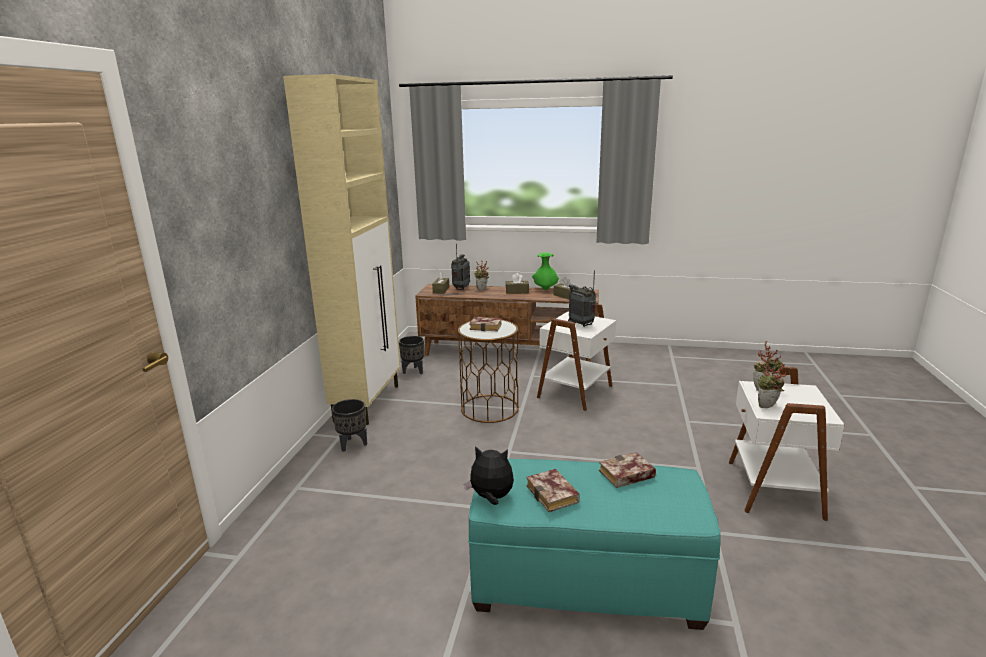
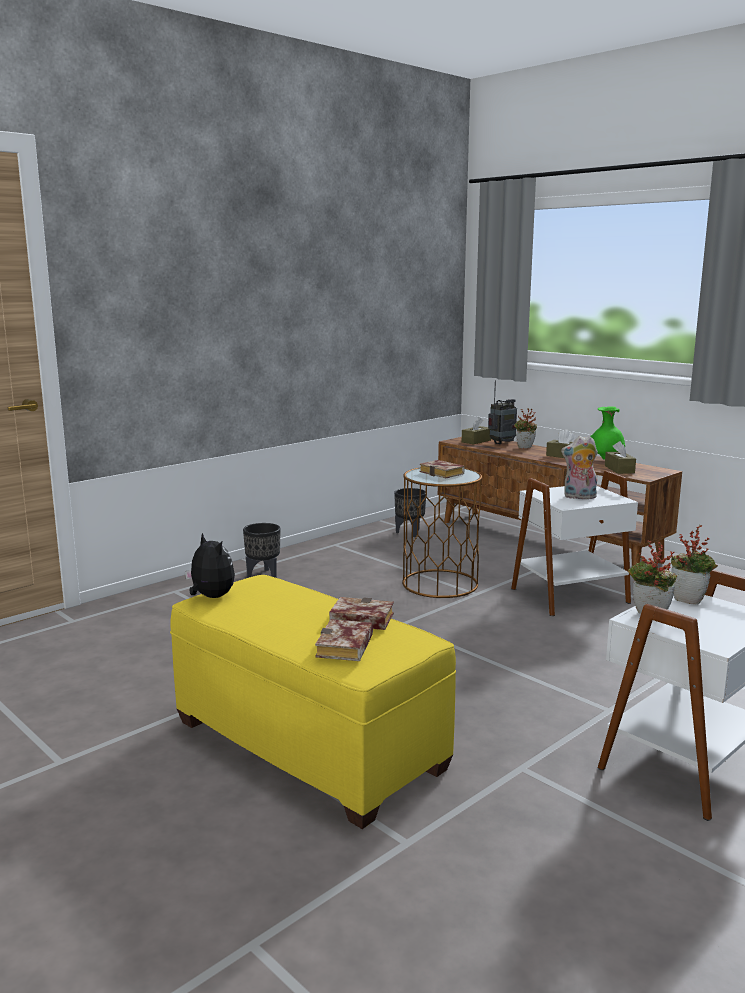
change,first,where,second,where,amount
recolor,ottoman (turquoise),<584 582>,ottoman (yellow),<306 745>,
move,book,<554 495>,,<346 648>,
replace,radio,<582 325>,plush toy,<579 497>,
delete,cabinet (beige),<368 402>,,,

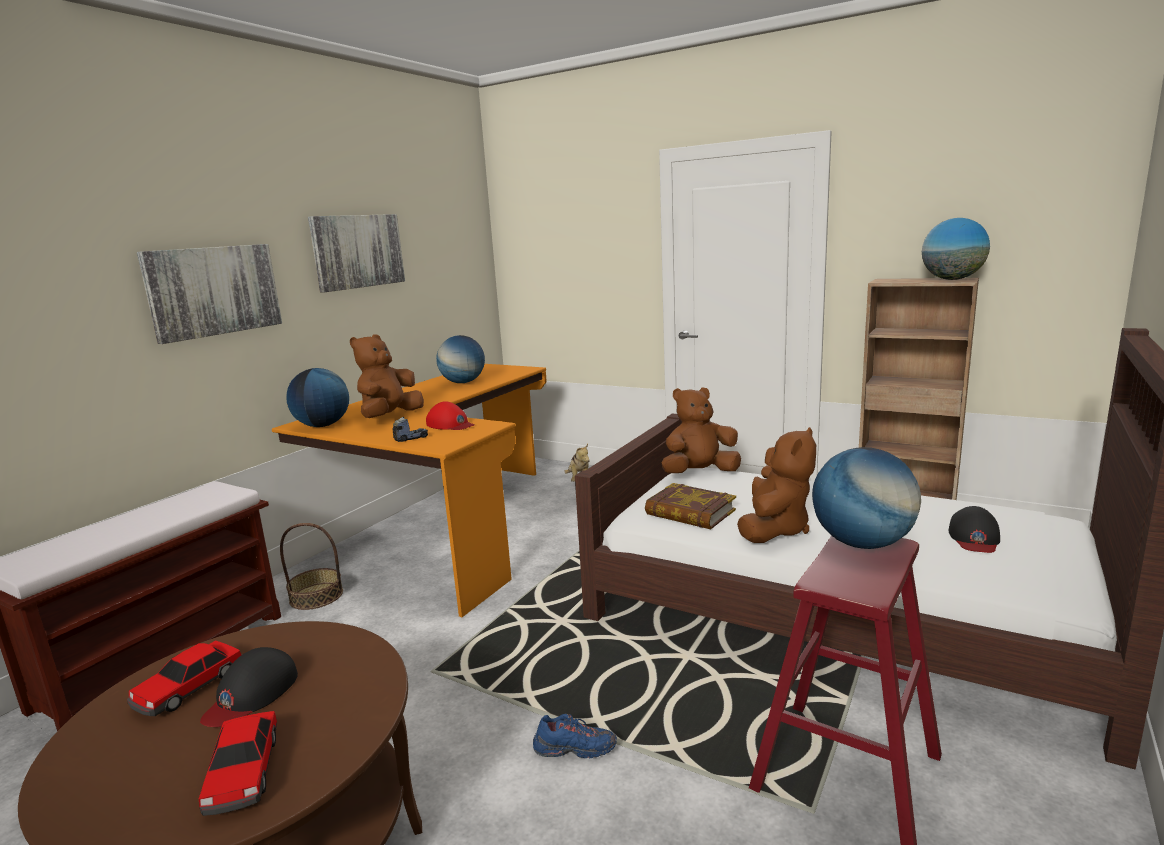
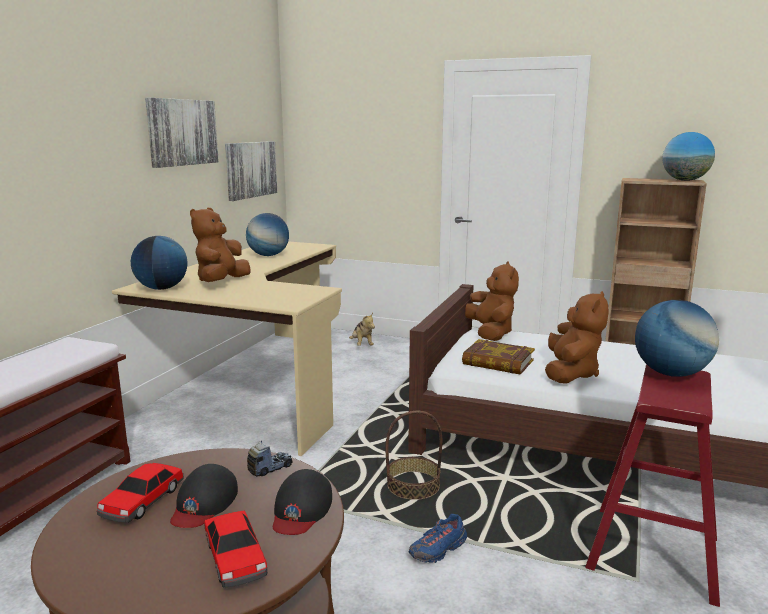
change,first,where,second,where,amount
recolor,desk (orange),<445 529>,desk (beige),<256 386>,
move,picture,<213 291>,,<250 169>,
move,toy truck,<411 438>,,<270 468>,
move,cap (black),<974 537>,,<301 509>,
move,basket,<316 596>,,<413 486>,
rotate,shoe (blue),<575 749>,,<438 550>,150 degrees clockwise
rotate,plush toy (brown),<699 473>,,<490 333>,105 degrees clockwise
delete,cap (red),<450 424>,,,

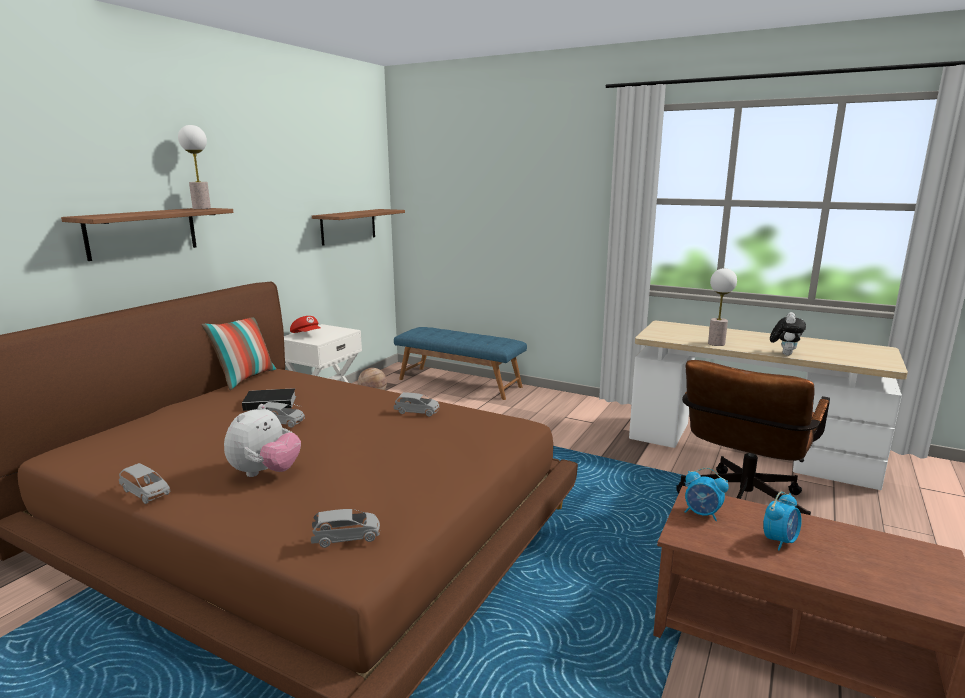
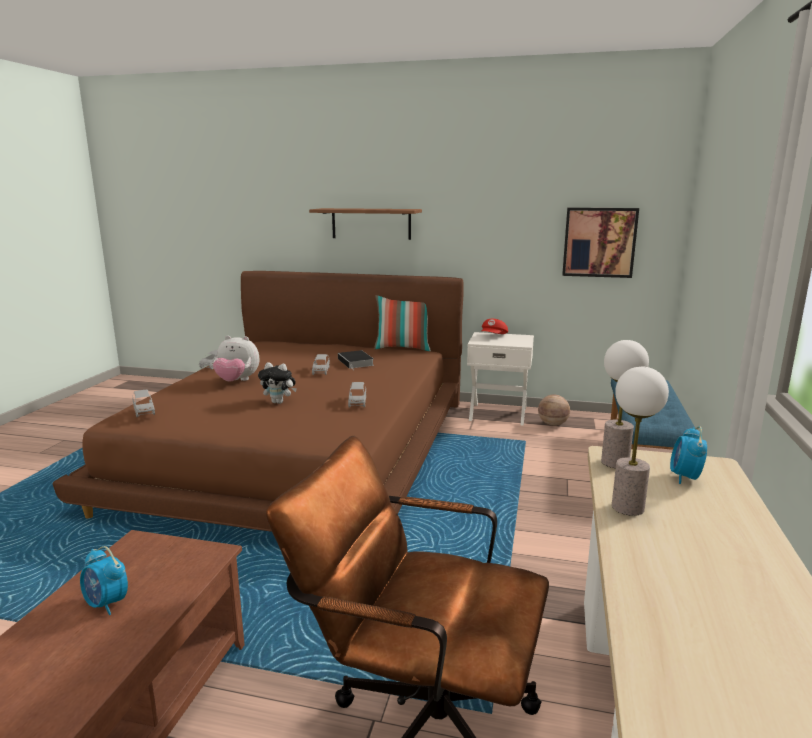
change,first,where,second,where,amount
move,plush toy,<784 354>,,<279 402>,
replace,shelf,<348 226>,picture,<599 242>,
move,table lamp,<201 208>,,<614 462>,
move,alarm clock,<702 514>,,<685 477>,

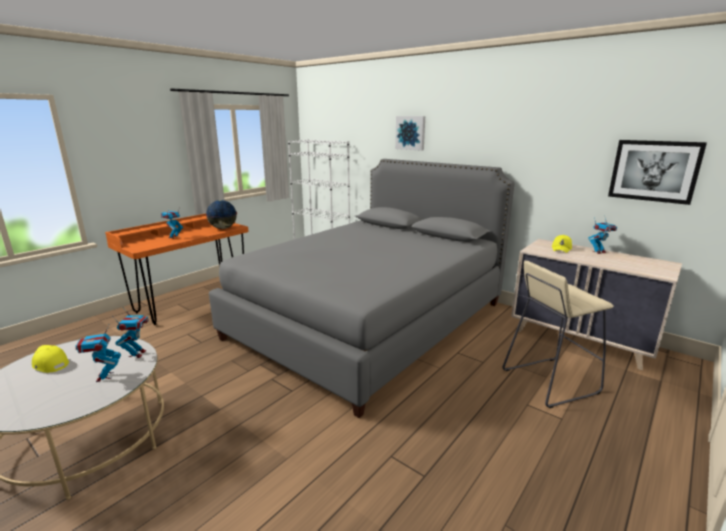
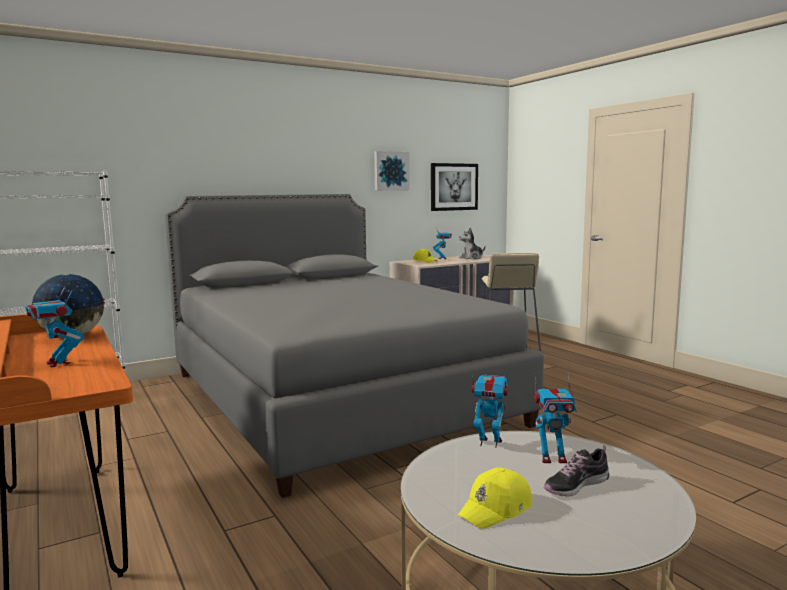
change,first,where,second,where,amount
move,picture,<410 133>,,<391 171>,
insert,,,plush toy,<471 258>,
insert,,,shoe,<575 485>,

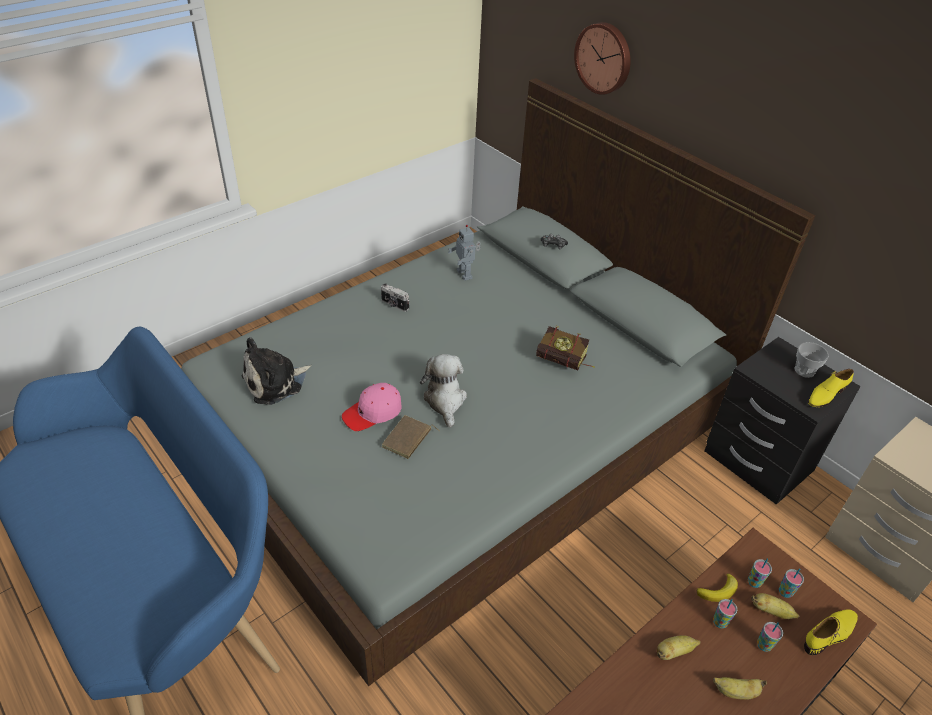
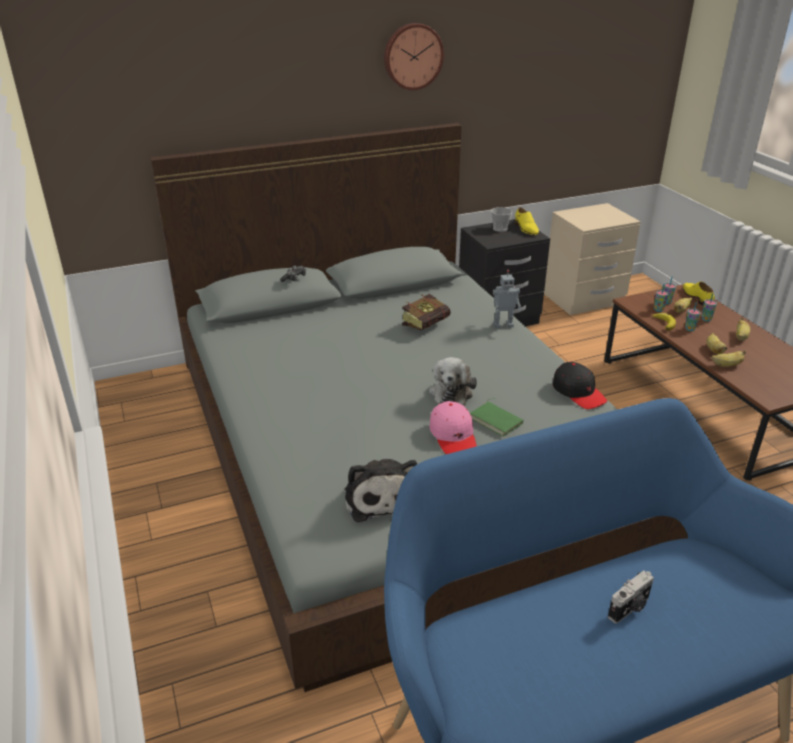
change,first,where,second,where,amount
move,wall clock,<604 58>,,<412 56>,
rotate,plush toy,<445 400>,,<451 392>,90 degrees counterclockwise
recolor,book (brown),<408 439>,book (green),<497 420>,
move,toy robot,<465 274>,,<503 325>,
insert,,,cap (black),<578 392>,
move,photo camera,<394 305>,,<630 608>,
insert,,,banana,<726 365>,

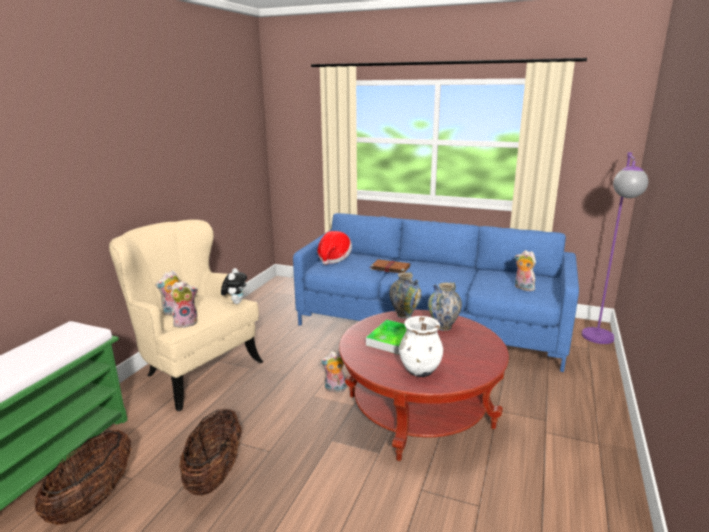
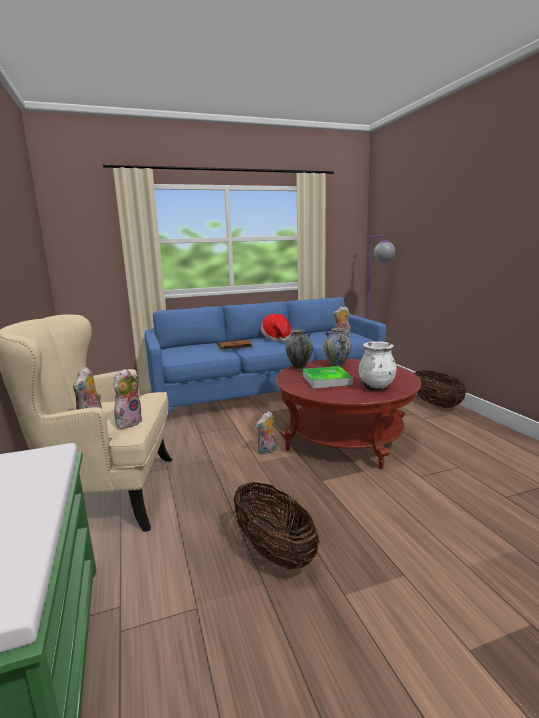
change,first,where,second,where,amount
move,hat,<334 258>,,<277 338>,
move,basket,<93 500>,,<435 404>,
delete,plush toy,<236 302>,,,

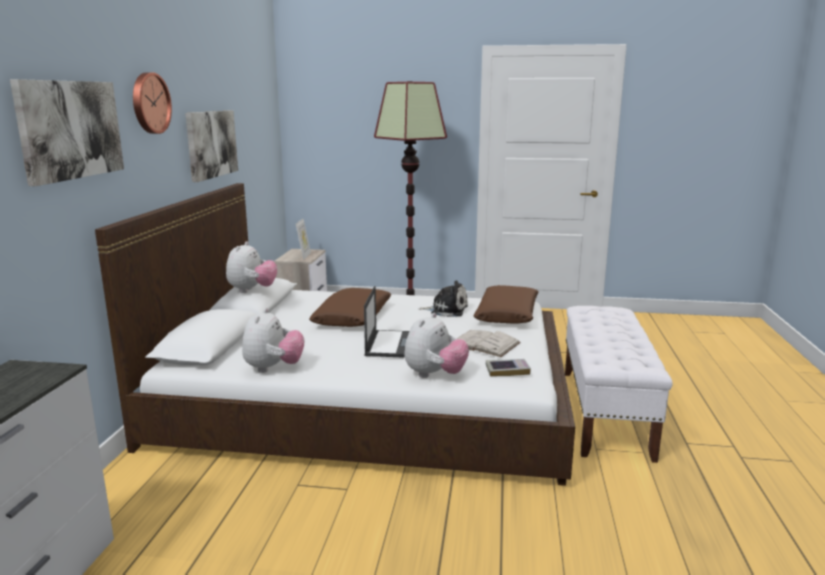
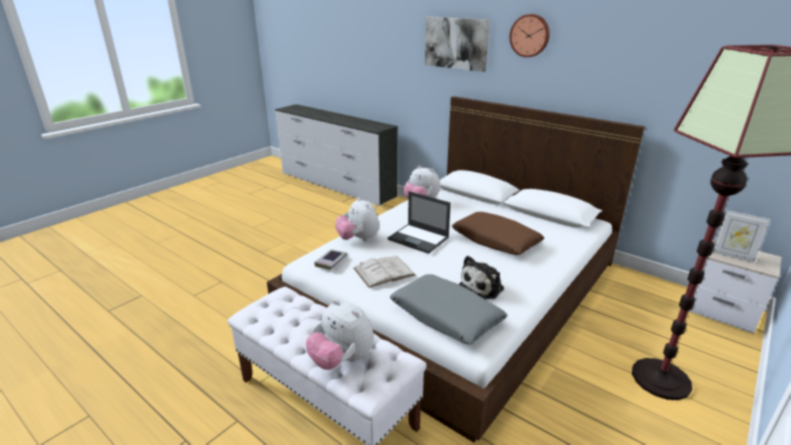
change,first,where,second,where,amount
move,plush toy,<252 290>,,<342 360>,
recolor,pillow (brown),<507 314>,pillow (grey),<446 316>,
delete,picture,<211 144>,,,

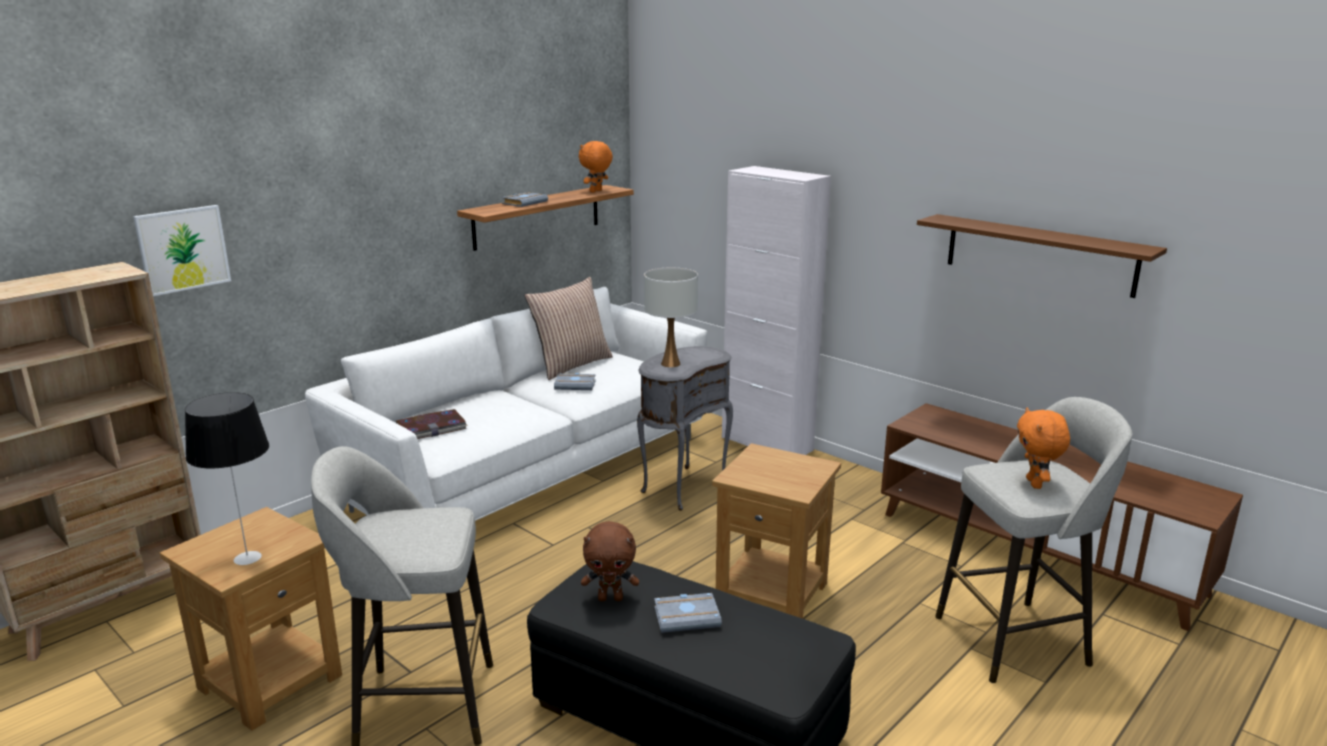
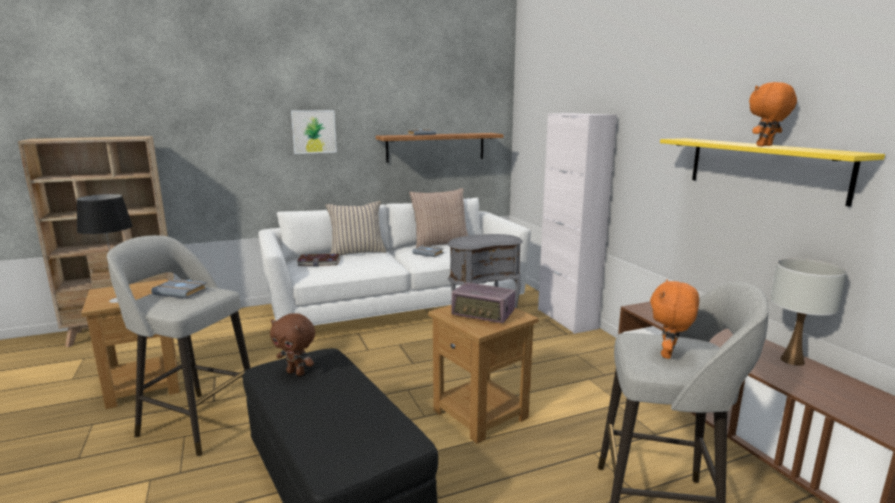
change,first,where,second,where,amount
move,book (grey),<688 616>,,<182 292>,
move,picture,<183 249>,,<314 131>,
insert,,,pillow (beige),<357 252>,
insert,,,radio,<483 314>,
recolor,shelf (brown),<1039 254>,shelf (yellow),<764 168>,
move,plush toy (orange),<596 191>,,<765 146>,
move,table lamp (white),<671 363>,,<792 360>,

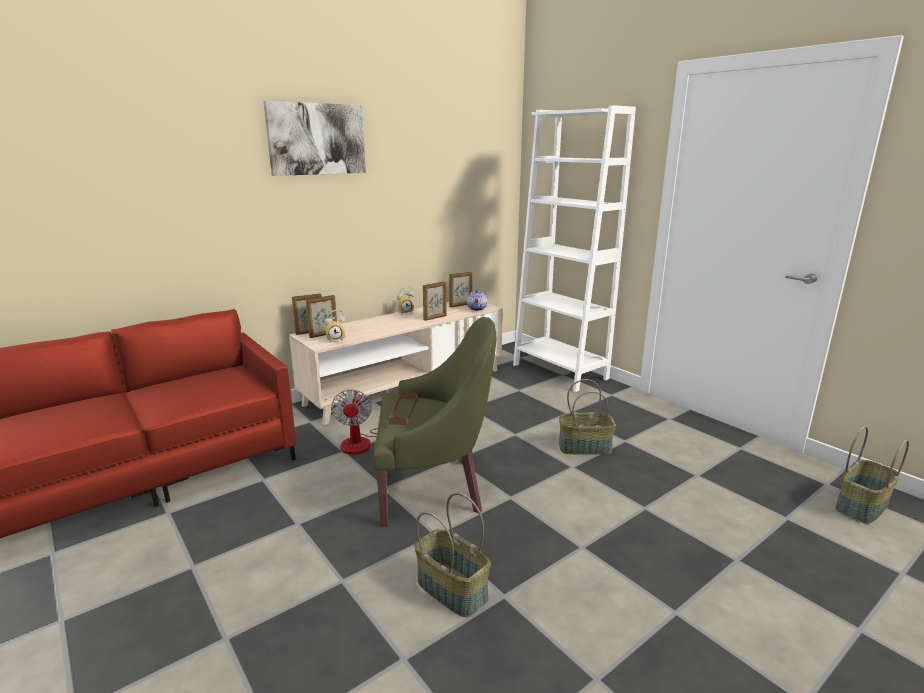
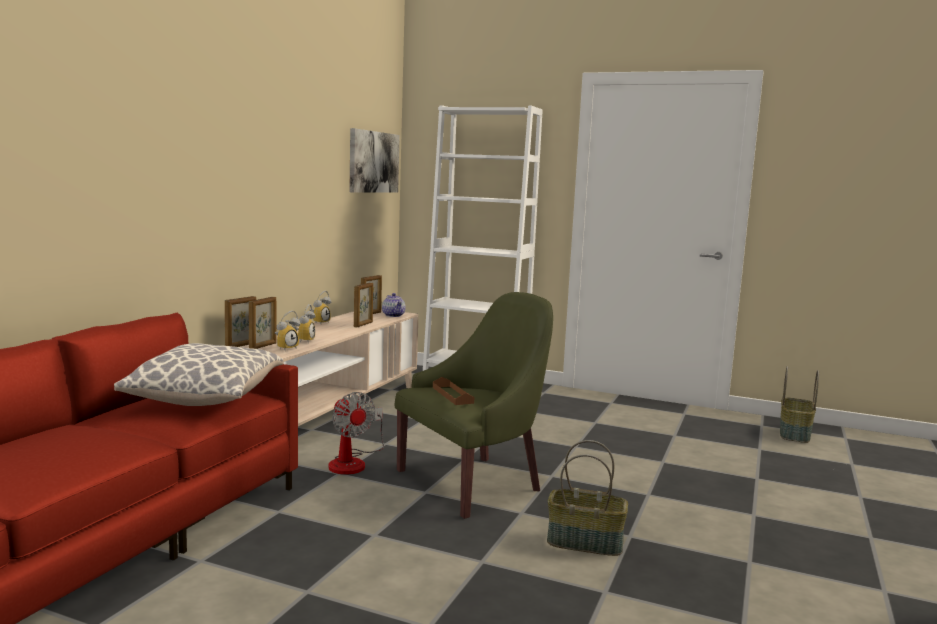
change,first,where,second,where,amount
insert,,,pillow,<205 399>,
insert,,,alarm clock,<303 340>,
move,picture,<316 139>,,<373 162>,
delete,basket,<585 447>,,,

